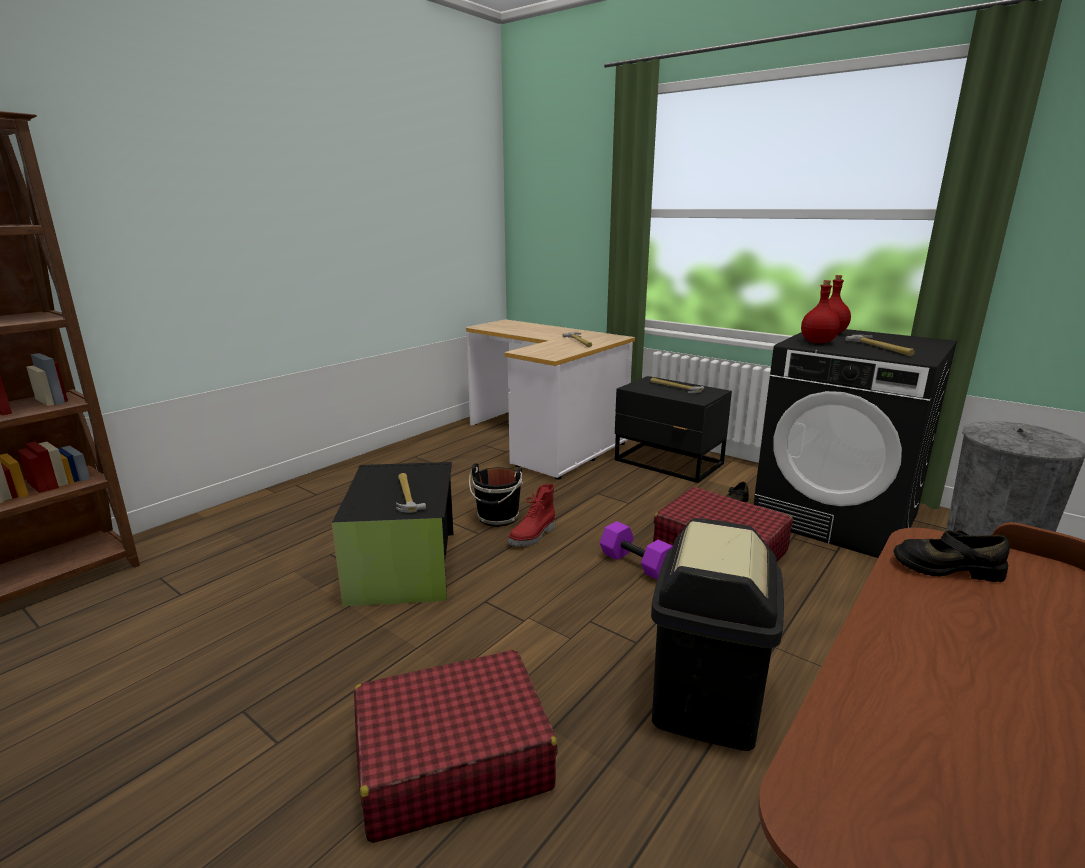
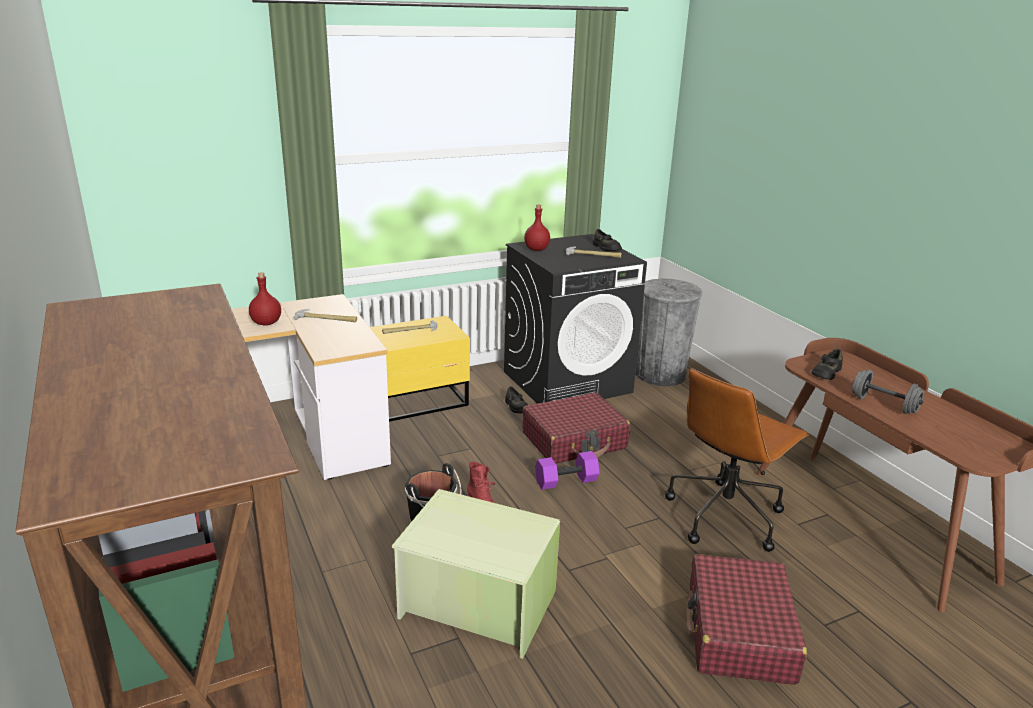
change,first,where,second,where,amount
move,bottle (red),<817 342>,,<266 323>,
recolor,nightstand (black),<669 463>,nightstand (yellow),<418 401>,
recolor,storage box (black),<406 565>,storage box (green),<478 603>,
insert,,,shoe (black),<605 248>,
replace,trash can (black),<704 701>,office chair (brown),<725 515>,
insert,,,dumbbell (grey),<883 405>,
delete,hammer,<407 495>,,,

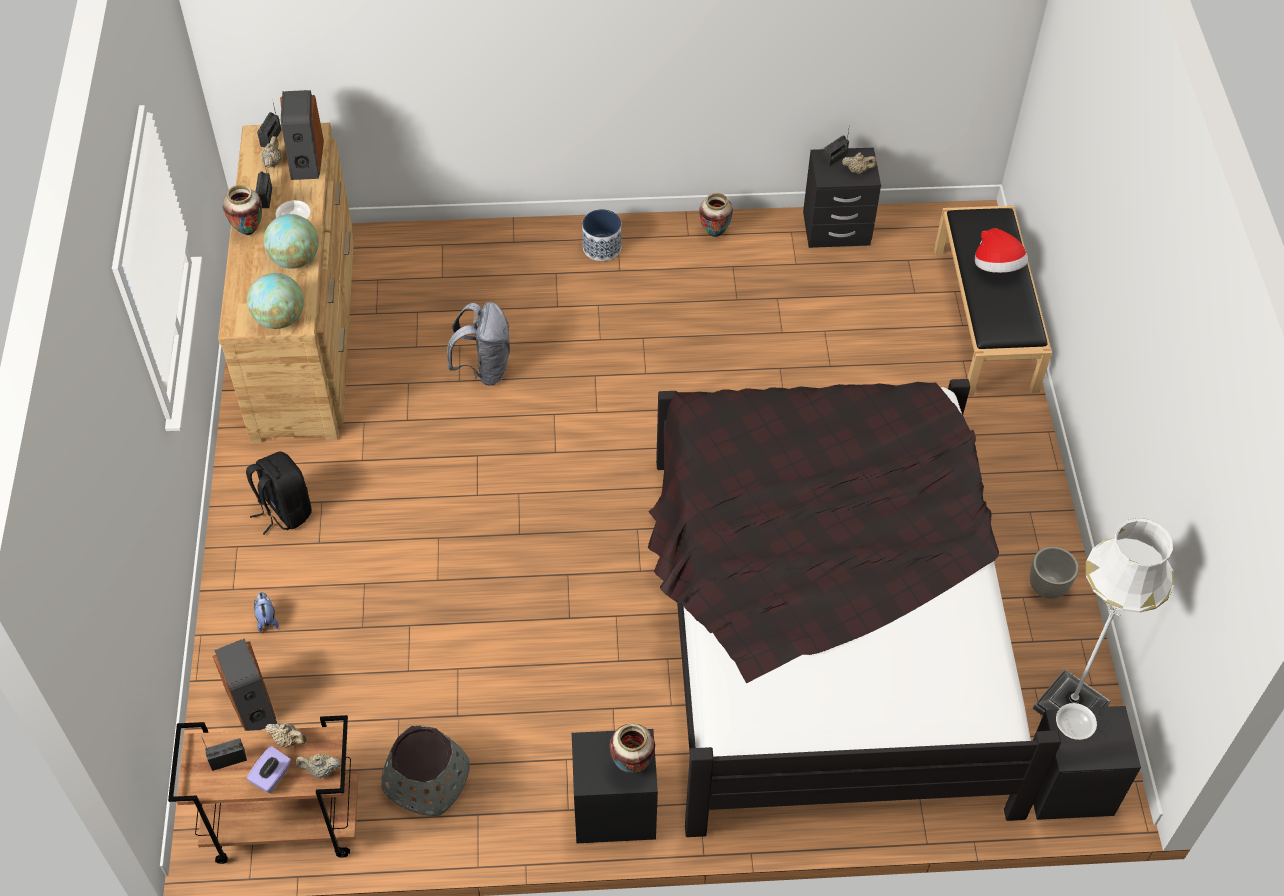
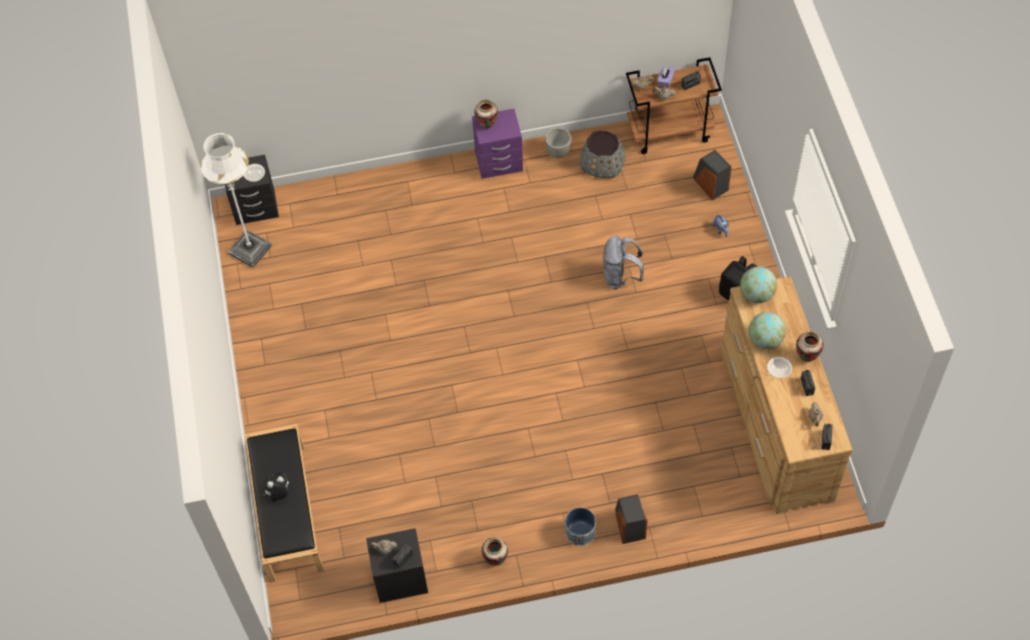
change,first,where,second,where,amount
replace,hat,<997 267>,plush toy,<278 494>,
recolor,nightstand (black),<614 811>,nightstand (purple),<499 162>,
move,planter (grey),<1046 587>,,<558 152>,
move,backpack (grey),<484 368>,,<620 276>,
move,speaker,<306 159>,,<629 525>,
delete,bed (black),<825 625>,,,

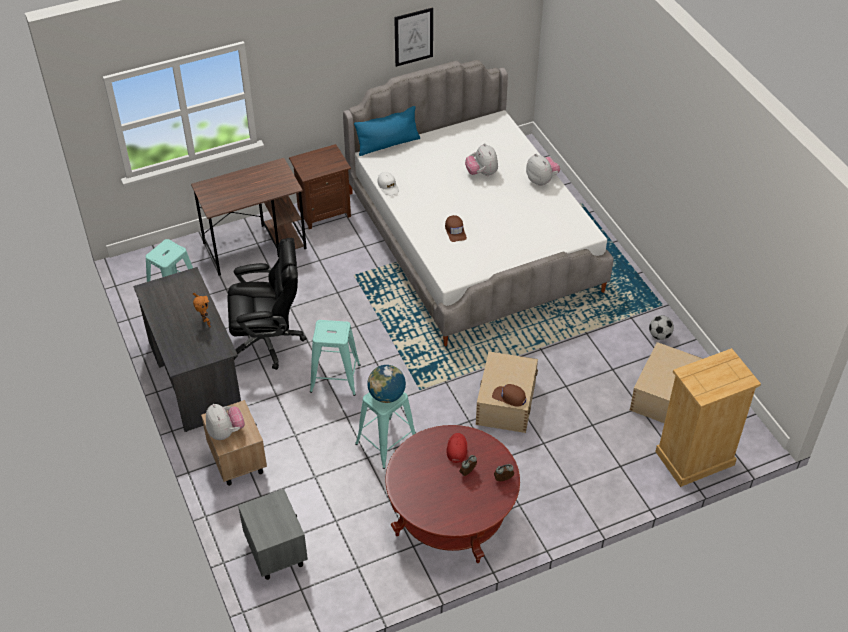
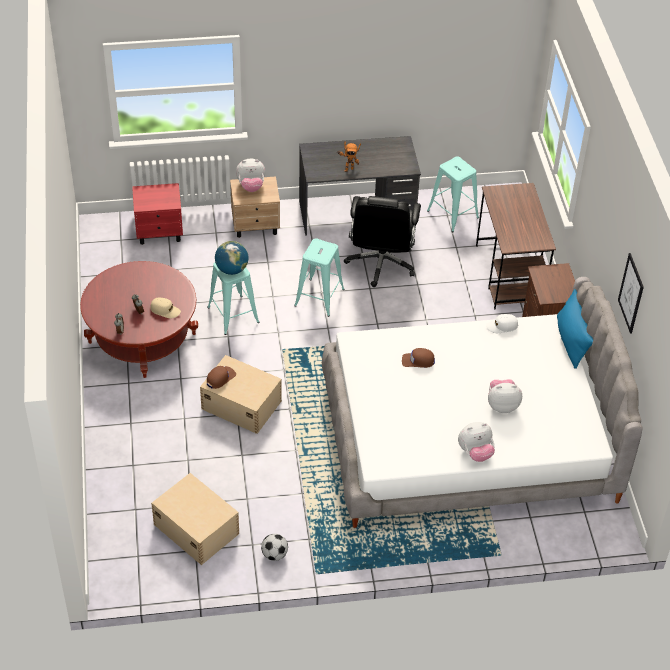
change,first,where,second,where,amount
recolor,nightstand (grey),<276 552>,nightstand (red),<160 232>,
recolor,cap (red),<456 449>,cap (beige),<165 310>,
delete,dresser (beige),<694 458>,,,

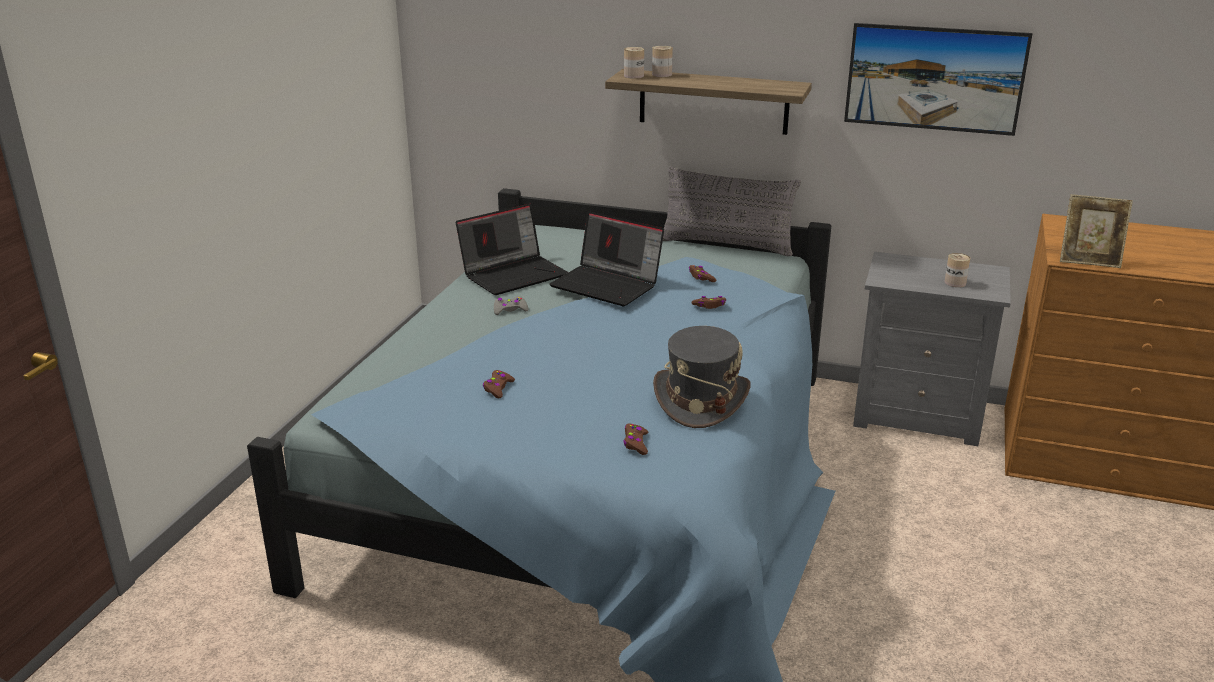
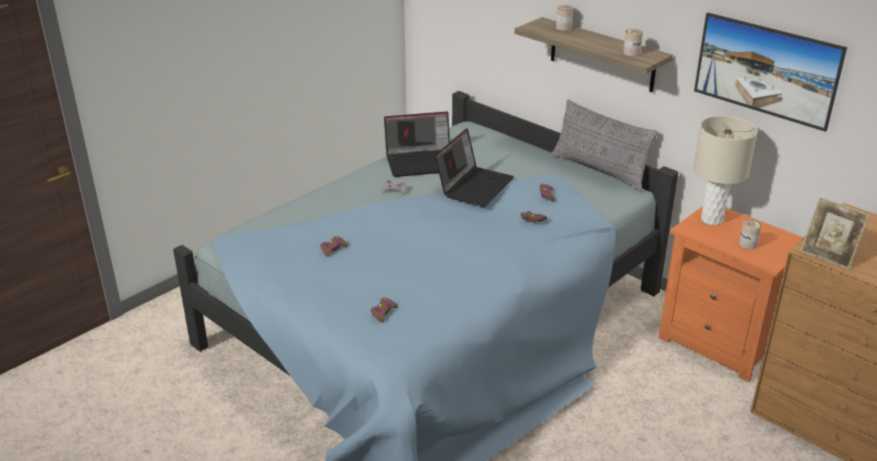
change,first,where,second,where,amount
rotate,laptop,<608 285>,,<474 186>,120 degrees counterclockwise
move,can,<633 76>,,<631 53>,
recolor,nightstand (grey),<918 416>,nightstand (orange),<720 344>,
insert,,,table lamp (beige),<712 219>,
delete,hat (grey),<700 400>,,,

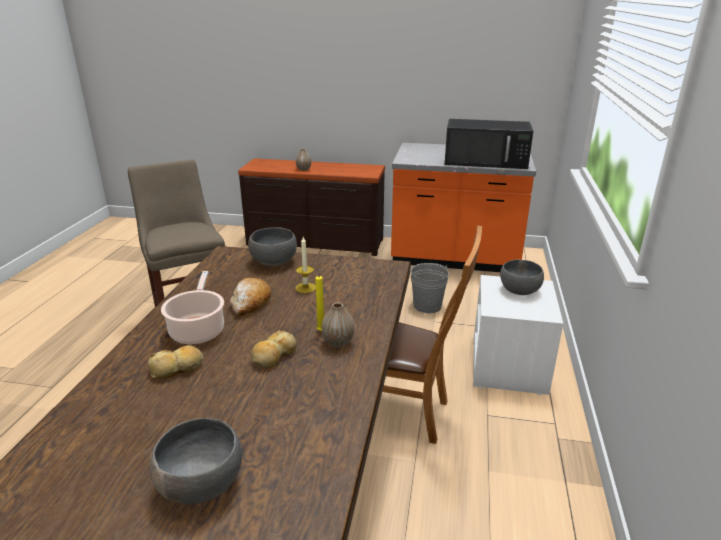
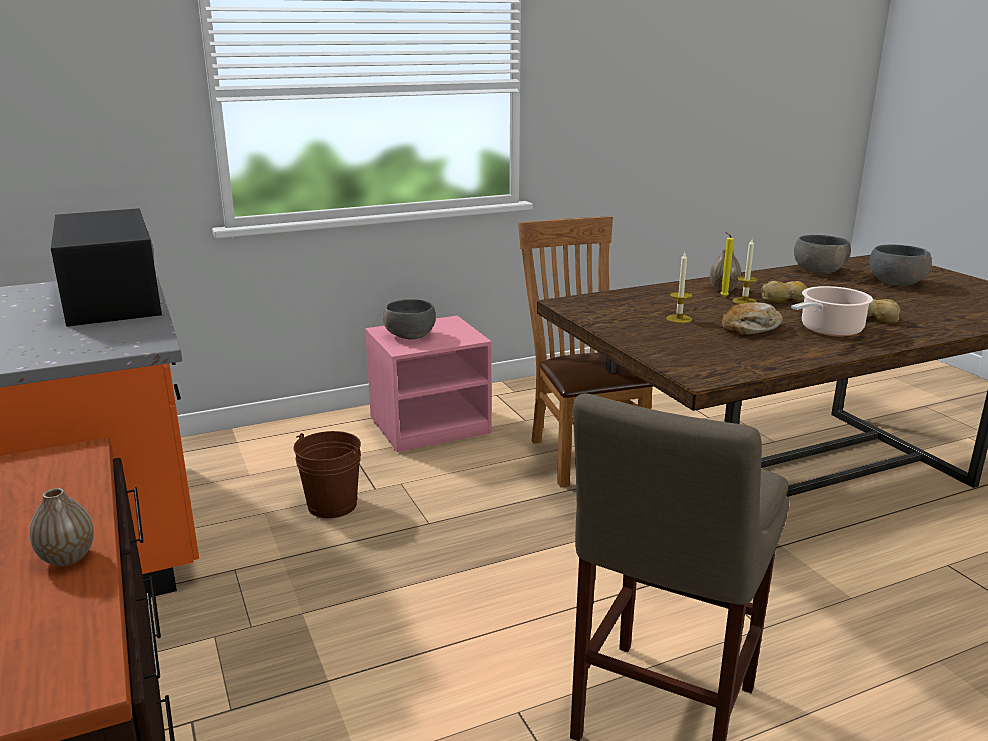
change,first,where,second,where,amount
recolor,bucket (grey),<427 305>,bucket (brown),<332 505>,
recolor,nightstand (white),<509 367>,nightstand (pink),<430 425>,
insert,,,candle,<744 301>,
move,bowl (grey),<273 261>,,<819 271>,

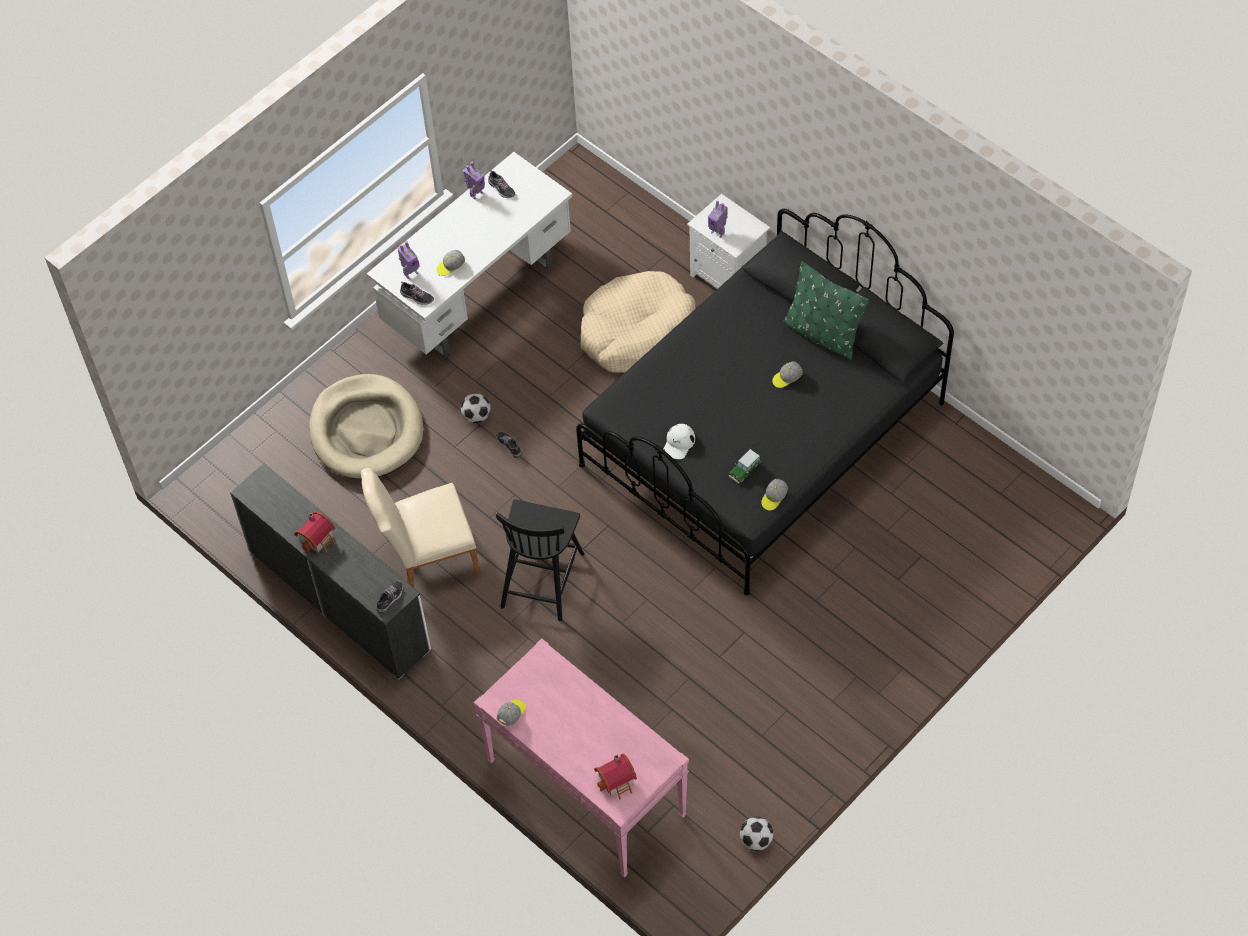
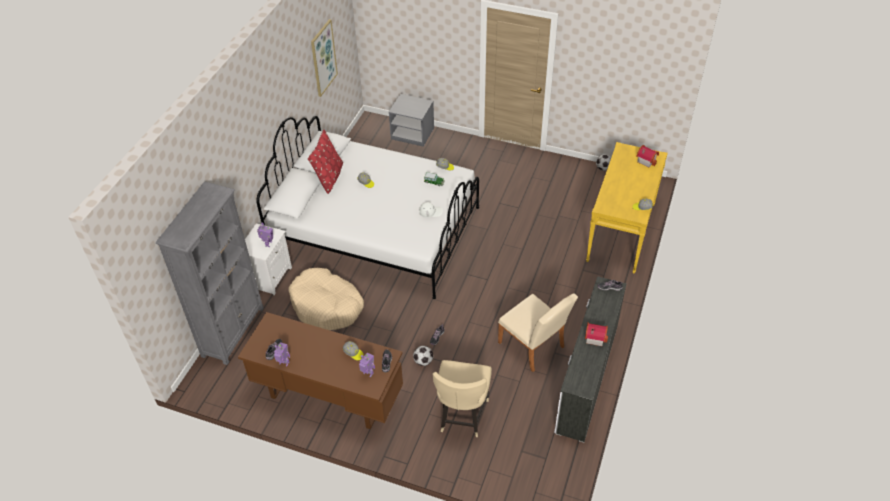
change,first,where,second,where,amount
insert,,,bookcase (grey),<233 331>,
recolor,desk (white),<478 295>,desk (brown),<328 397>,
recolor,bed (black),<763 435>,bed (white),<376 230>,
recolor,pillow (green),<823 334>,pillow (red),<329 177>,
insert,,,picture,<323 58>,
insert,,,nightstand (grey),<413 133>,
replace,dog bed (beige),<366 430>,chair (beige),<462 416>,
recolor,console table (pink),<585 788>,console table (yellow),<621 232>,
delete,chair (black),<542 578>,,,

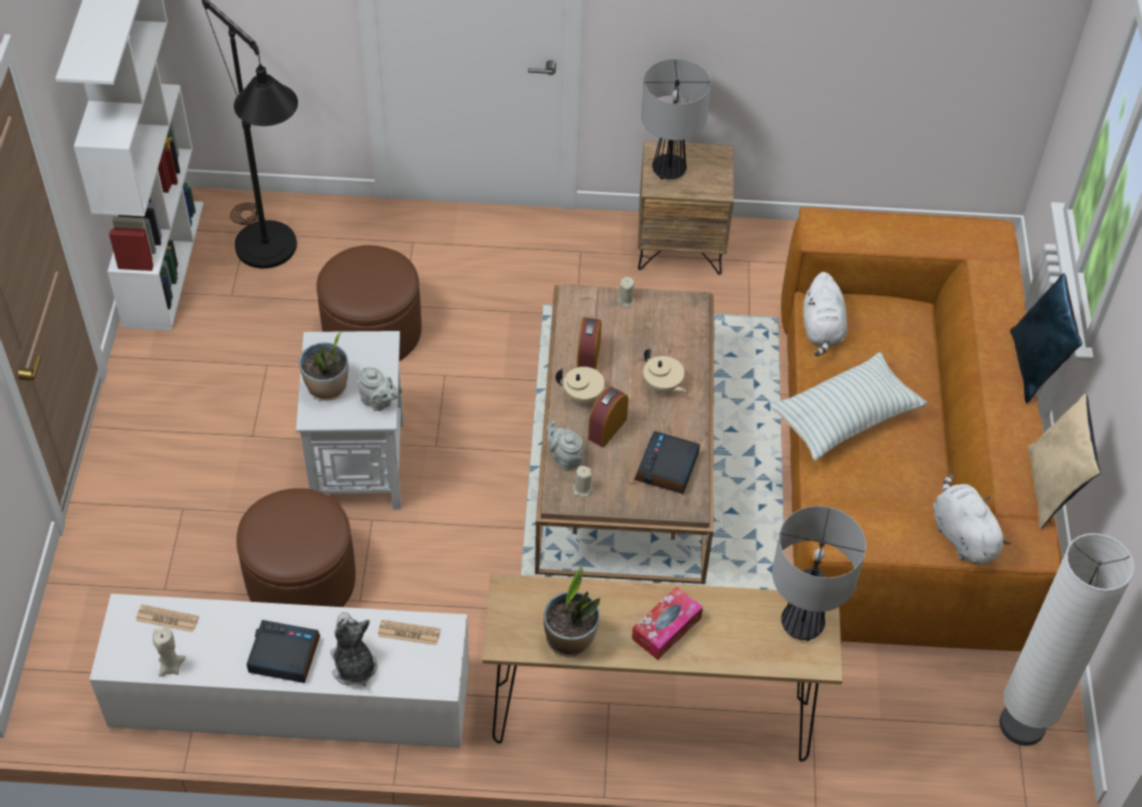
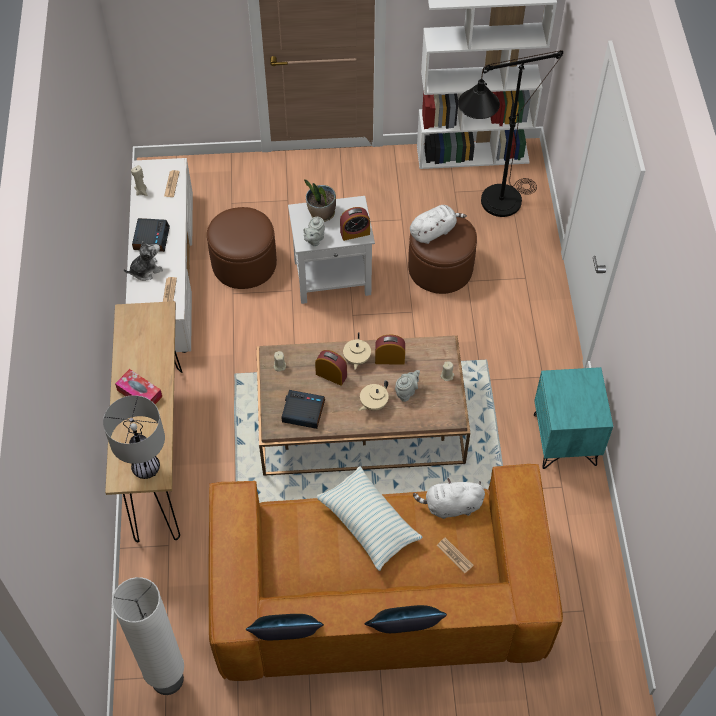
change,first,where,second,where,amount
recolor,pillow (beige),<1051 489>,pillow (blue),<286 640>,
insert,,,alarm clock,<355 233>,
move,teapot (grey),<564 458>,,<406 392>,
move,plush toy (white),<962 535>,,<434 231>,
insert,,,newspaper,<455 555>,
recolor,nightstand (brown),<680 245>,nightstand (turquoise),<565 440>,
delete,potted plant,<570 639>,,,
delete,table lamp,<668 170>,,,

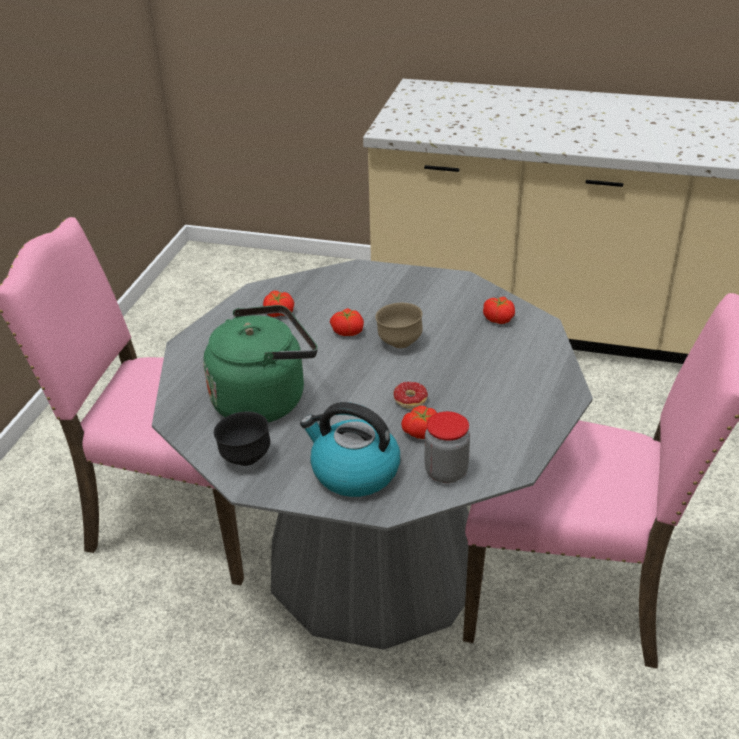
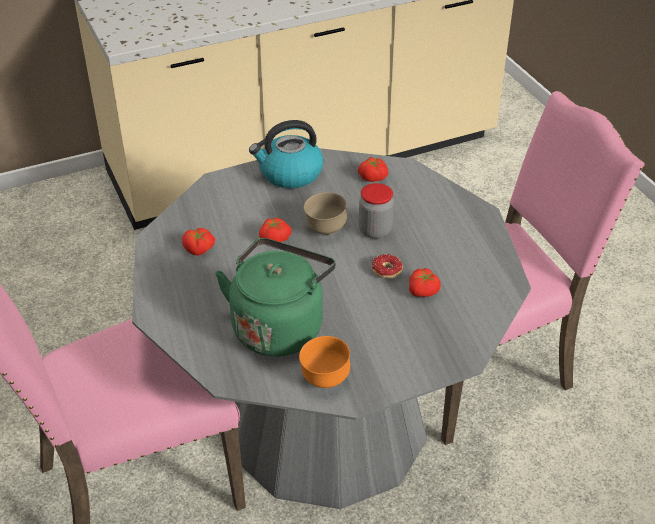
change,first,where,second,where,amount
move,kettle,<353 472>,,<290 174>,
recolor,bowl (black),<245 459>,bowl (orange),<324 380>,
move,jar,<446 472>,,<375 230>,

